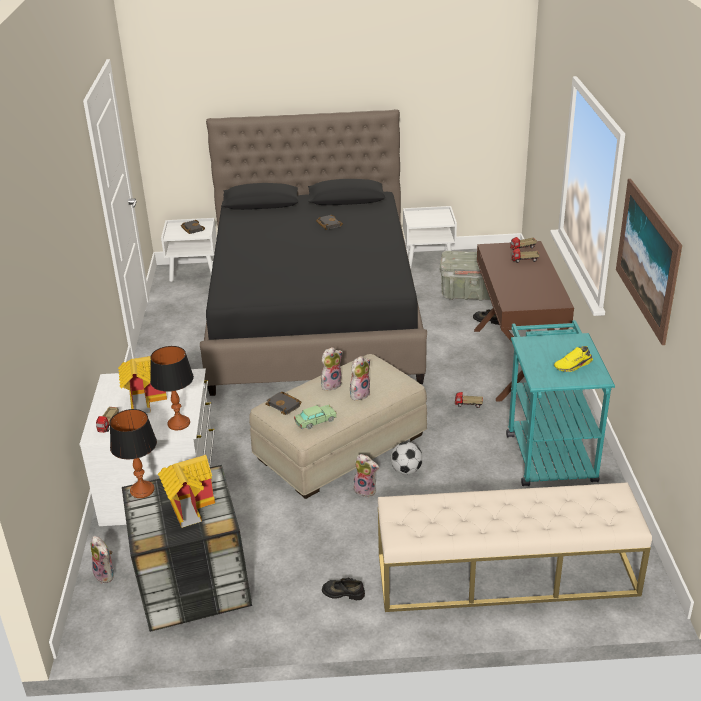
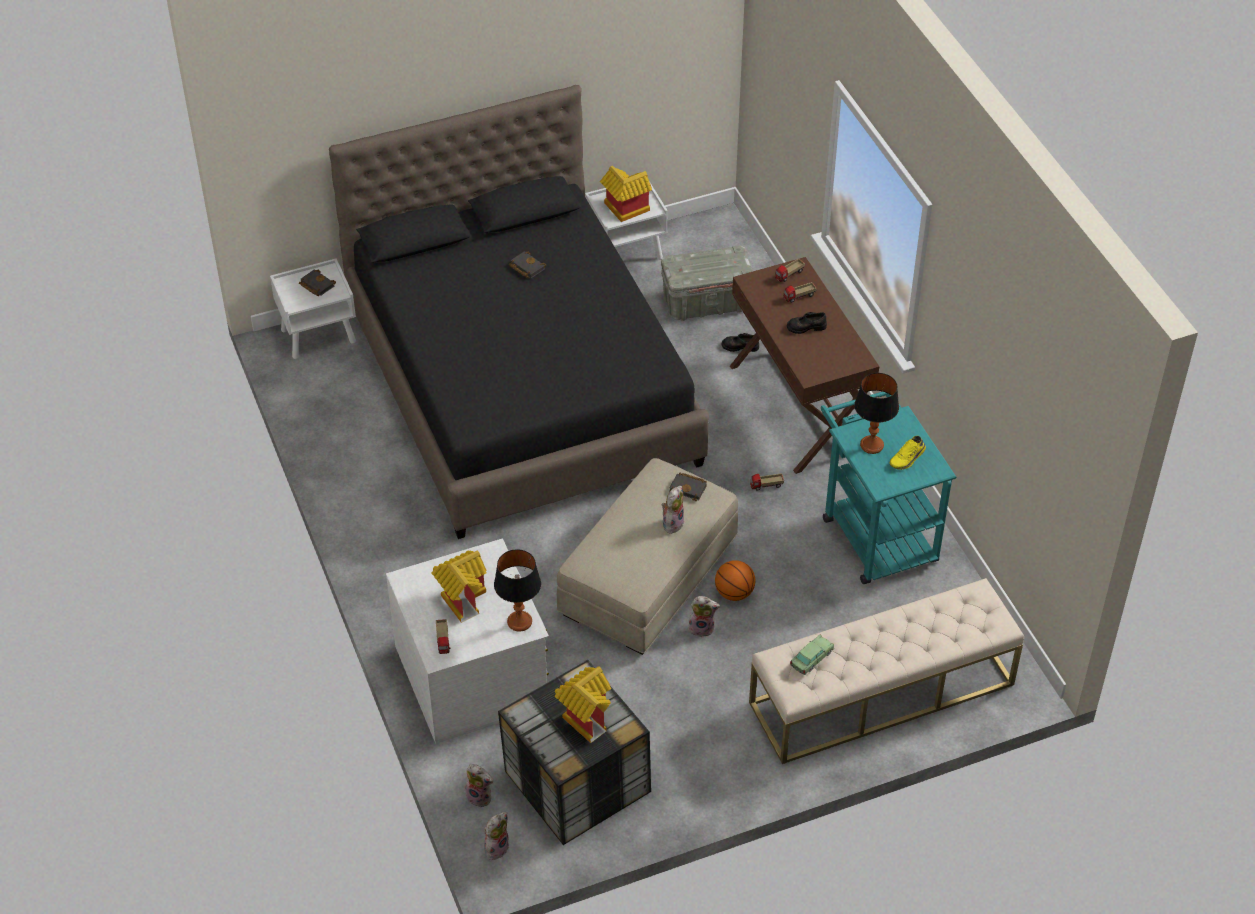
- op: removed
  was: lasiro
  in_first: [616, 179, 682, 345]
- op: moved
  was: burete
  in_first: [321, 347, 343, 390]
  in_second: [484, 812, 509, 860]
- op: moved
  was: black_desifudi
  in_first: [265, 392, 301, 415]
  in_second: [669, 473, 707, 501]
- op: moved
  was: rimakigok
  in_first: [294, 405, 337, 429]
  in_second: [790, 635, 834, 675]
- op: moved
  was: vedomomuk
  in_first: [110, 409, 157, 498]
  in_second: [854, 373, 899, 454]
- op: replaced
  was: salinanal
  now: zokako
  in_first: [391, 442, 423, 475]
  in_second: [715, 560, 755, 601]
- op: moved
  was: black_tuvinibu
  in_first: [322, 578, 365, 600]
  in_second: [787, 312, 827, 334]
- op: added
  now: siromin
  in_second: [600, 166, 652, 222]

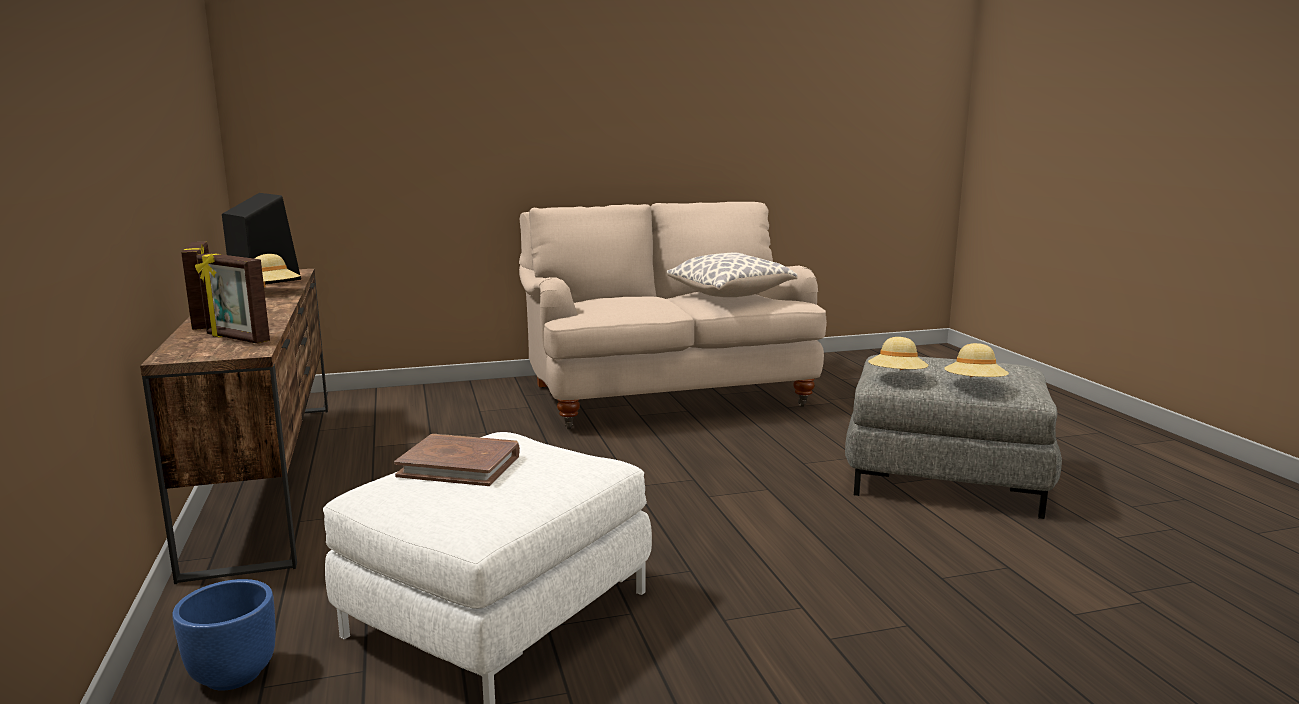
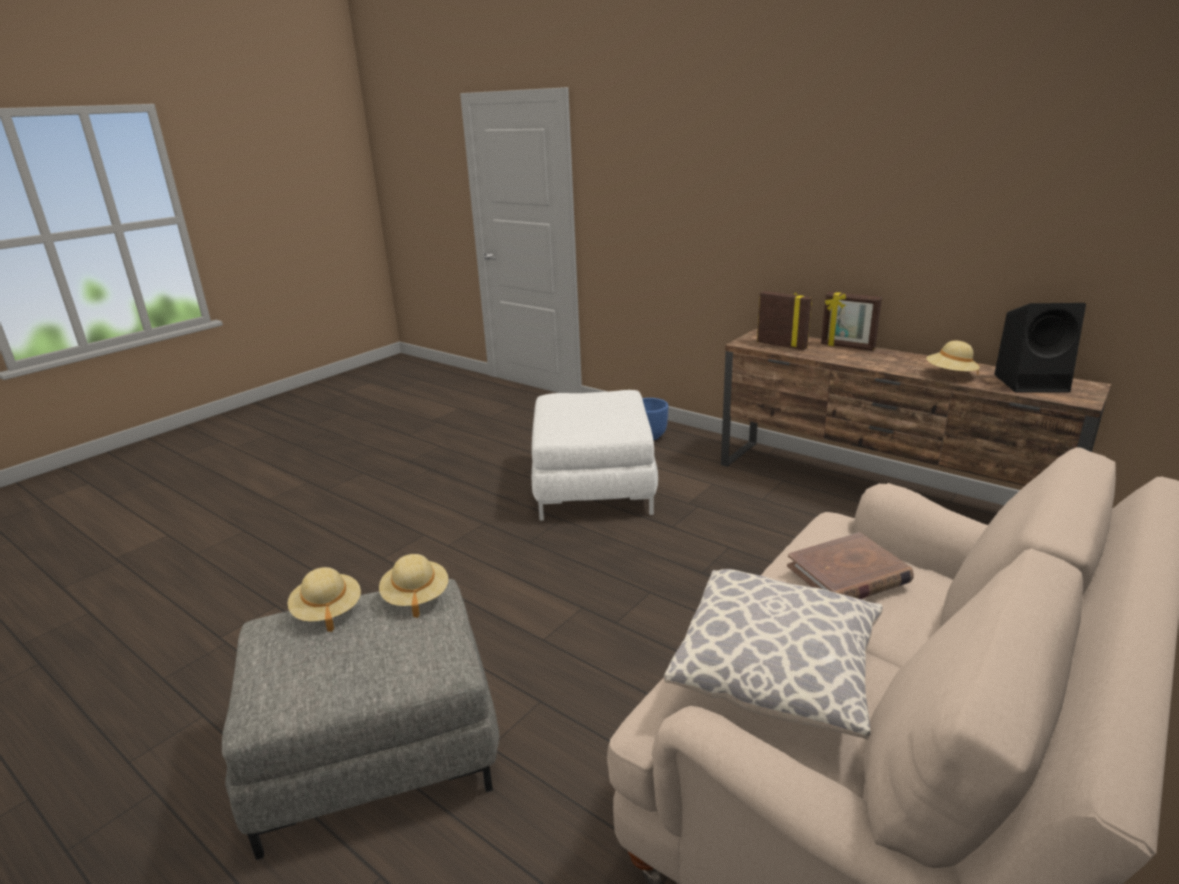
- op: turned
  was: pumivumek
  in_first: [195, 253, 270, 344]
  in_second: [757, 291, 812, 350]
  clockwise: 45
- op: moved
  was: brown_desifudi
  in_first: [394, 434, 520, 486]
  in_second: [787, 532, 914, 599]

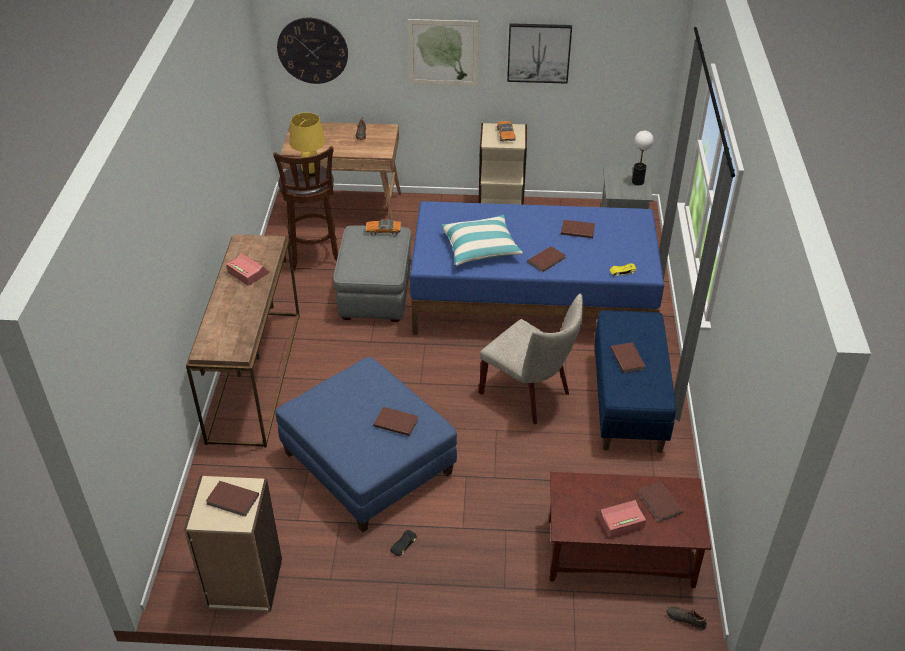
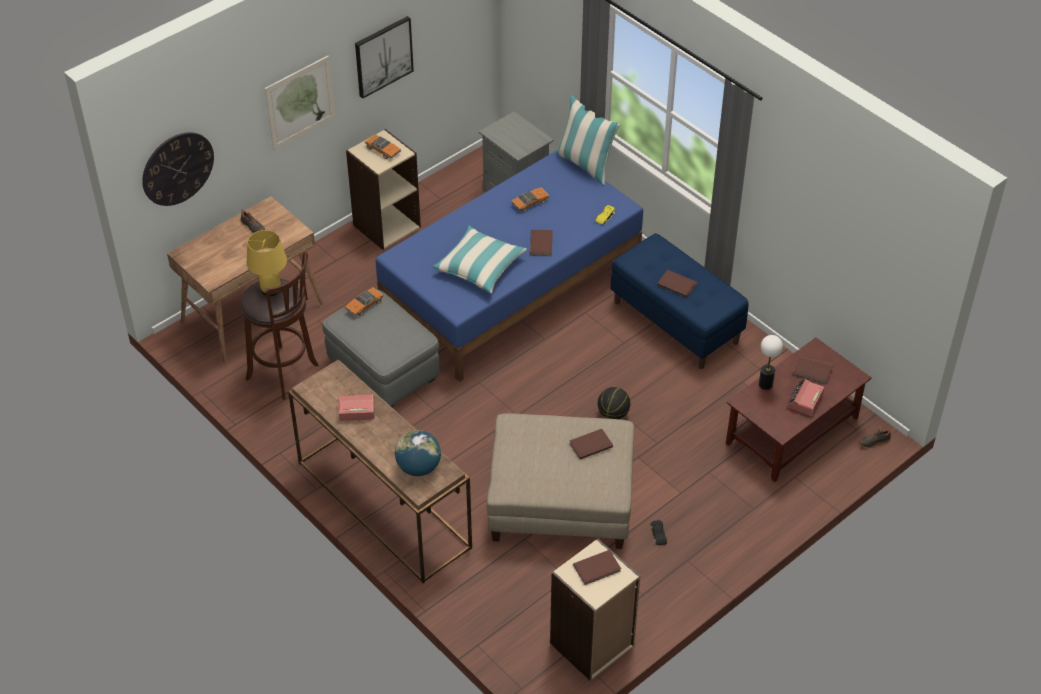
- op: moved
  was: vedomomuk
  in_first: [632, 131, 654, 185]
  in_second: [759, 335, 783, 390]
- op: replaced
  was: brown_desifudi
  now: rimakigok
  in_first: [561, 220, 595, 238]
  in_second: [511, 188, 549, 212]
- op: removed
  was: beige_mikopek
  in_first: [479, 294, 583, 424]
- op: recoloured
  was: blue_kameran
  now: beige_kameran
  in_first: [275, 357, 457, 533]
  in_second: [487, 413, 634, 549]
- op: added
  now: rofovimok
  in_second: [556, 95, 620, 185]
- op: added
  now: zokako
  in_second: [598, 387, 630, 419]
- op: added
  now: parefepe
  in_second: [395, 430, 441, 476]

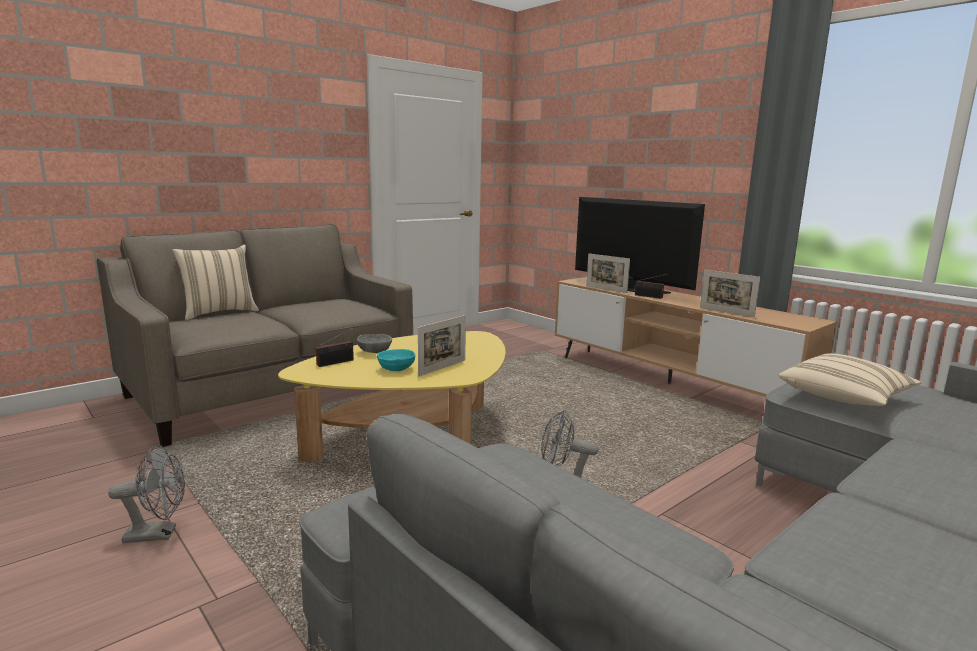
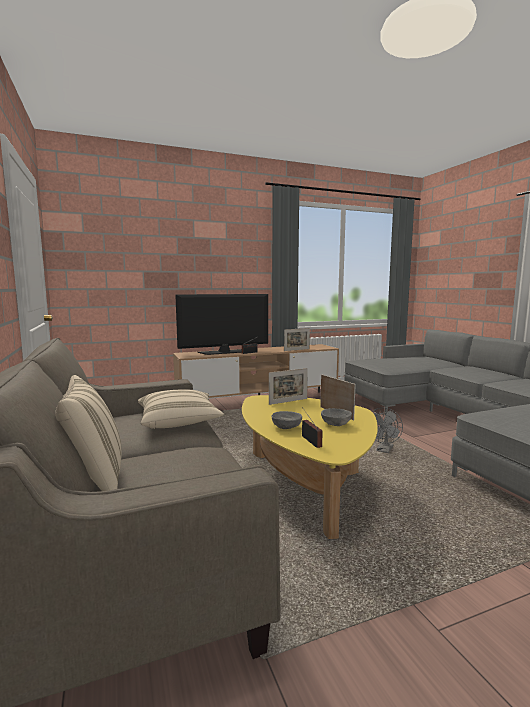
- op: moved
  was: pumivumek
  in_first: [586, 253, 630, 293]
  in_second: [269, 368, 308, 405]
- op: recoloured
  was: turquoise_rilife
  now: grey_rilife
  in_first: [377, 349, 415, 371]
  in_second: [321, 408, 352, 426]
- op: moved
  was: beige_rofovimok
  in_first: [779, 353, 921, 406]
  in_second: [138, 389, 224, 429]
- op: removed
  was: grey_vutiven
  in_first: [108, 445, 185, 543]

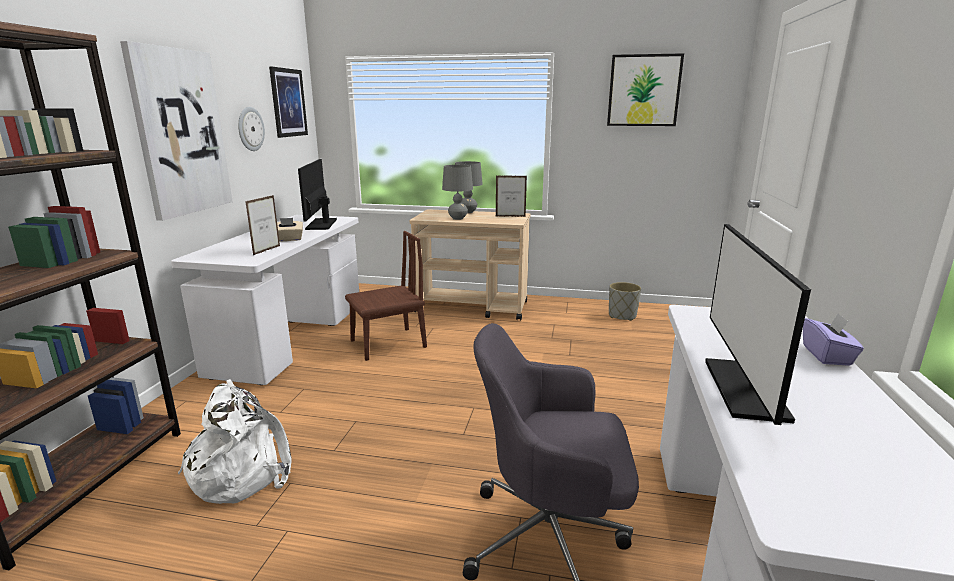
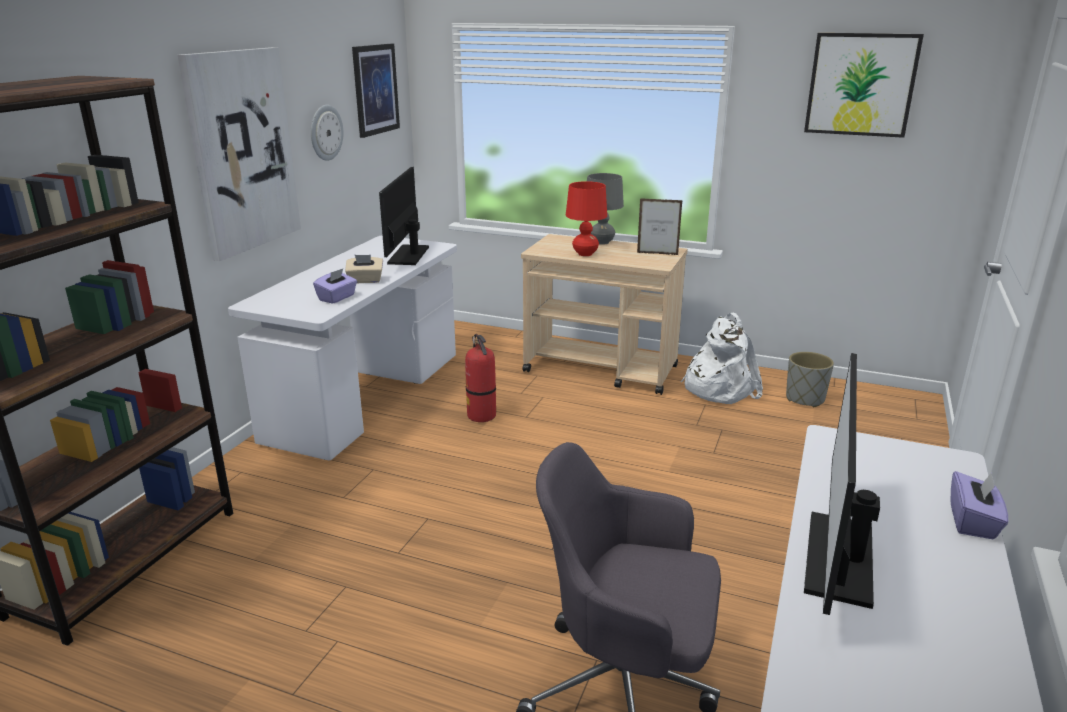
- op: recoloured
  was: grey_vedomomuk
  now: red_vedomomuk
  in_first: [442, 165, 473, 220]
  in_second: [566, 181, 607, 256]
- op: replaced
  was: pumivumek
  now: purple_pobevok
  in_first: [245, 195, 280, 255]
  in_second: [313, 269, 357, 304]
- op: replaced
  was: brown_mikopek
  now: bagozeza
  in_first: [345, 231, 427, 361]
  in_second: [465, 334, 496, 422]
- op: moved
  was: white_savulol
  in_first: [178, 379, 292, 504]
  in_second: [680, 313, 763, 404]

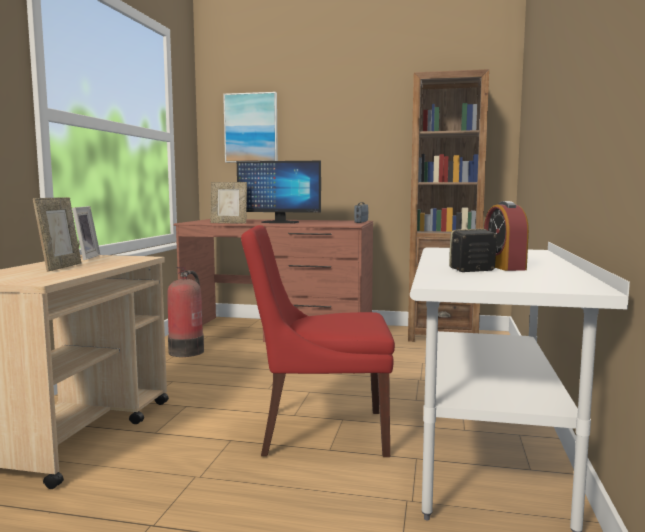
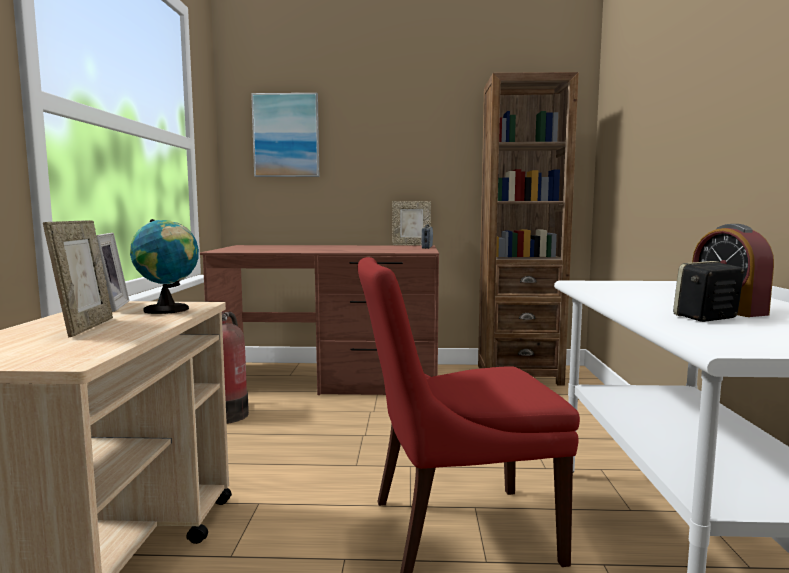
- op: removed
  was: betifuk
  in_first: [237, 161, 321, 223]
- op: moved
  was: pumivumek
  in_first: [210, 182, 247, 224]
  in_second: [392, 201, 431, 245]
- op: added
  now: parefepe
  in_second: [130, 219, 199, 314]

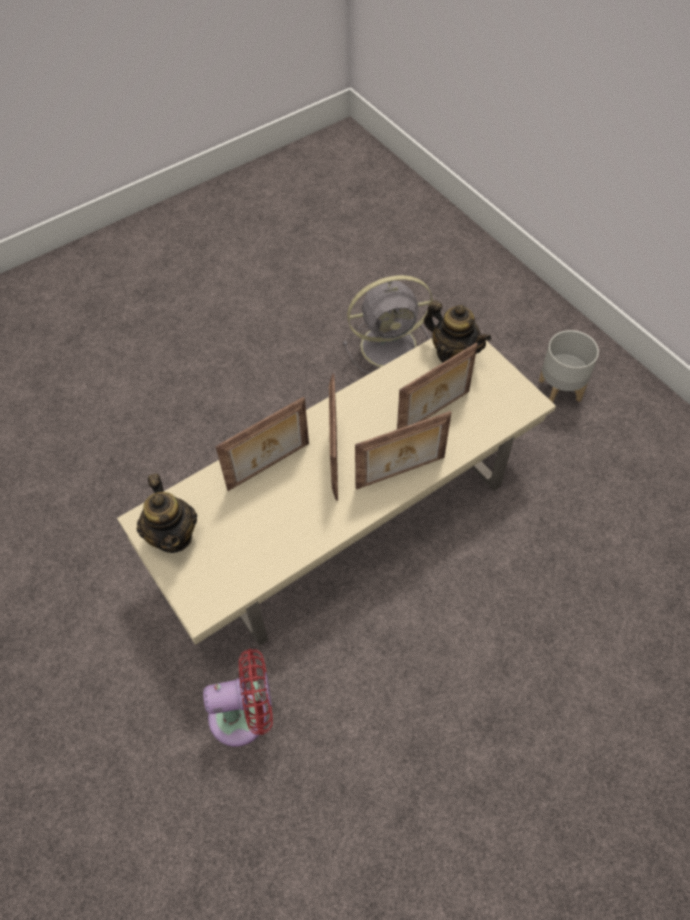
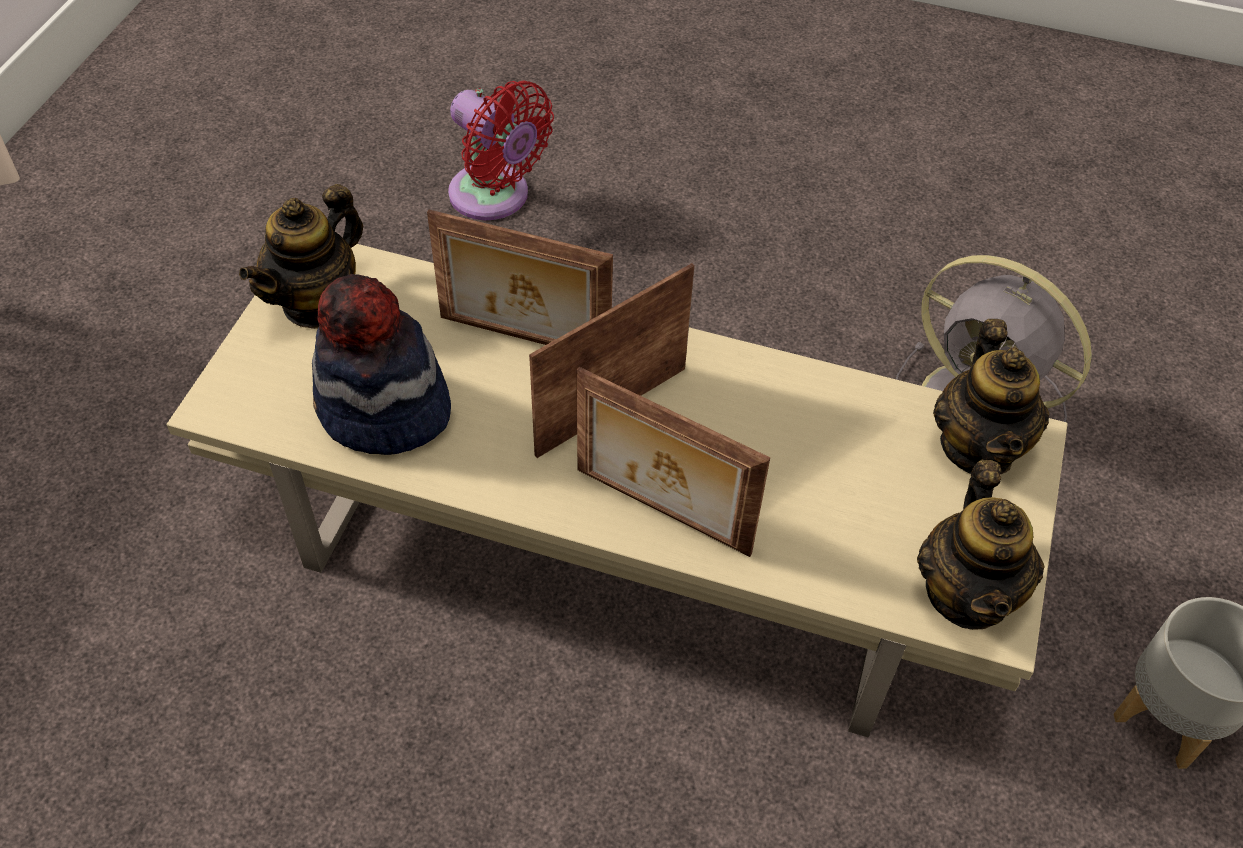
- op: removed
  was: pumivumek
  in_first: [397, 343, 478, 429]
- op: moved
  was: red_vutiven
  in_first: [203, 649, 273, 747]
  in_second: [448, 80, 554, 220]
- op: added
  now: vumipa
  in_second: [312, 274, 451, 455]
- op: added
  now: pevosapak
  in_second: [917, 459, 1044, 630]

